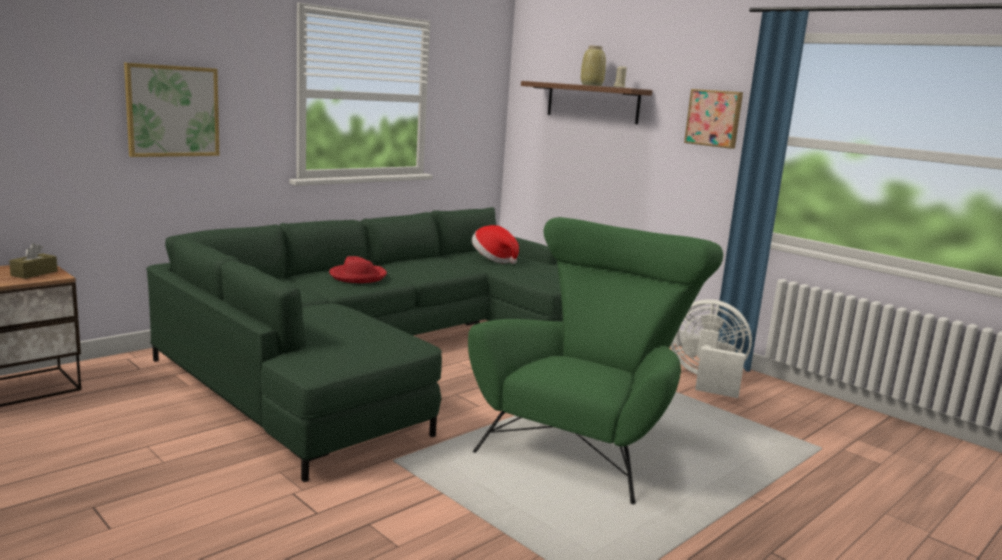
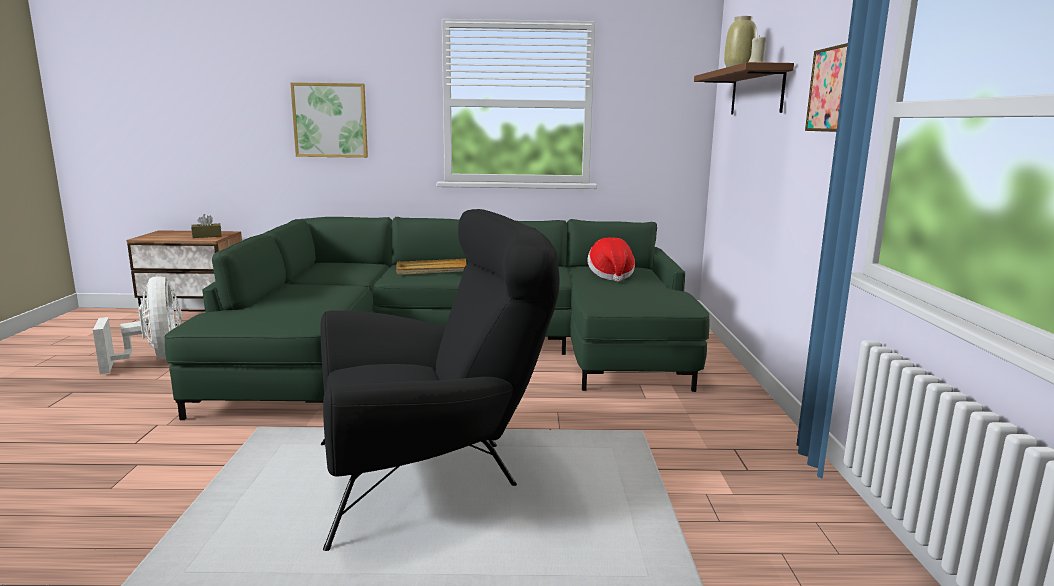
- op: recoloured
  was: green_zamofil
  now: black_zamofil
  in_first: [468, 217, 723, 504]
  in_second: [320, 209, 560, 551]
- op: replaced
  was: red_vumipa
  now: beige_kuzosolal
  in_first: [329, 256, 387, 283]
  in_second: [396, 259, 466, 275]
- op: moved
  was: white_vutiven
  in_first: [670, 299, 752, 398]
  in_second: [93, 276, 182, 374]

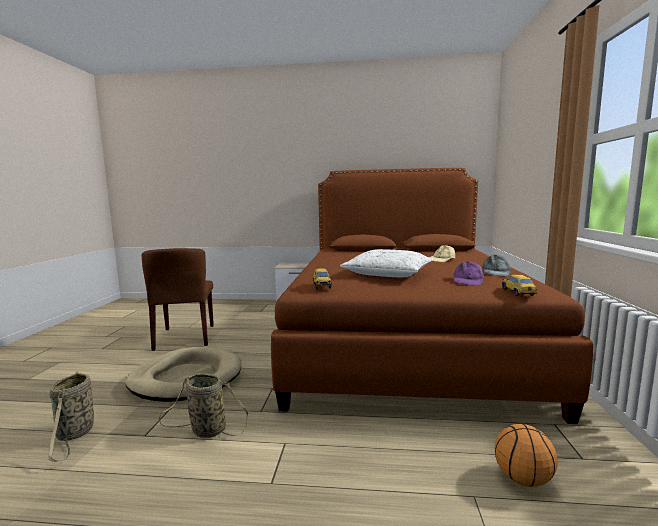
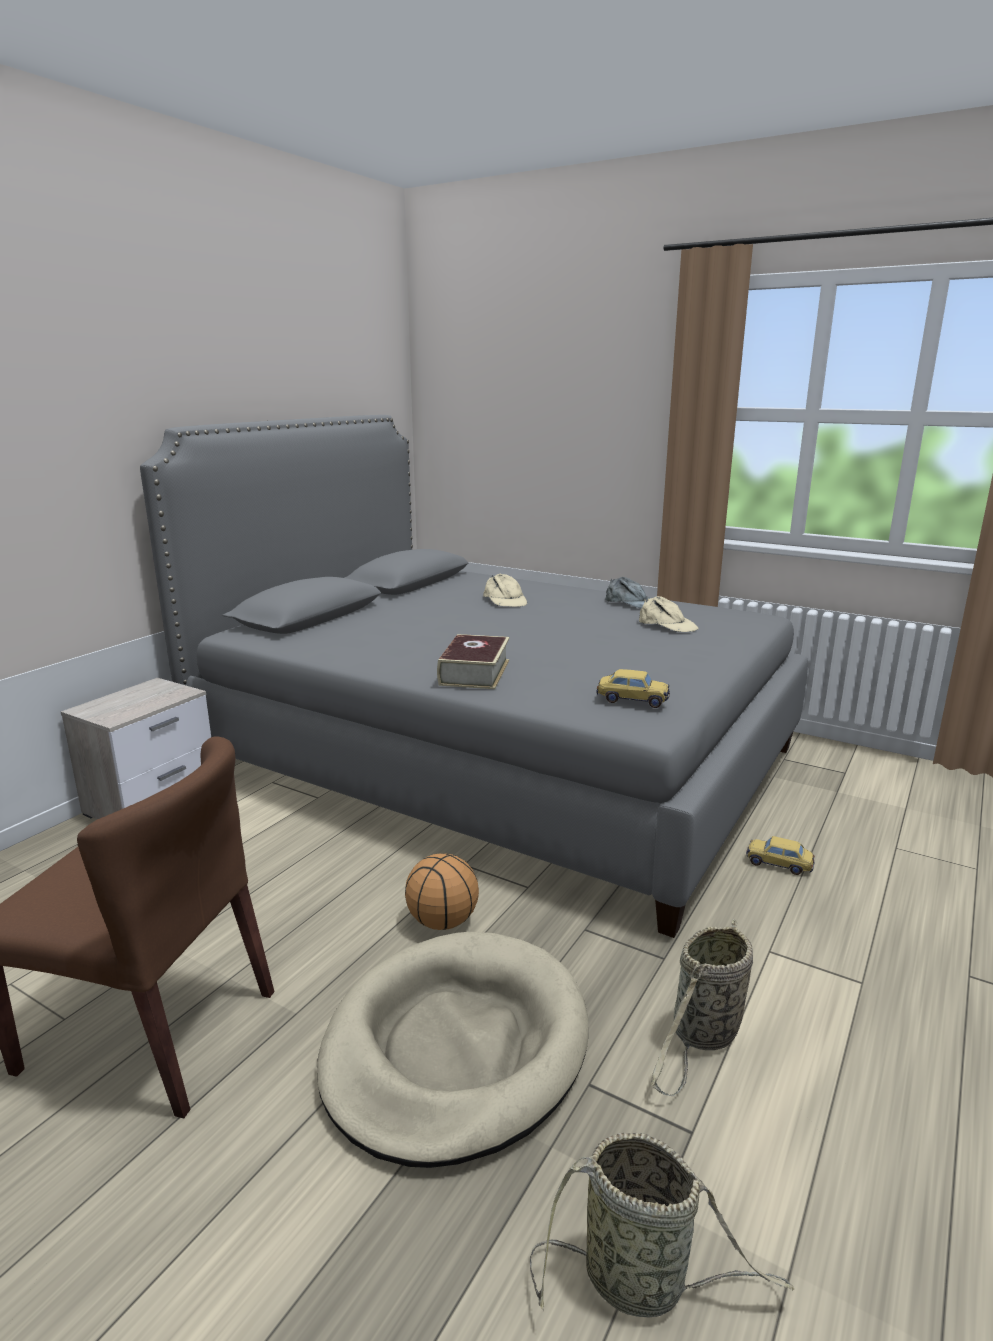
- op: recoloured
  was: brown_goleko
  now: grey_goleko
  in_first: [271, 168, 593, 424]
  in_second: [140, 415, 808, 938]
- op: removed
  was: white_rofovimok
  in_first: [340, 249, 433, 277]
- op: recoloured
  was: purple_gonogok
  now: beige_gonogok
  in_first: [453, 261, 484, 286]
  in_second: [639, 596, 699, 632]
- op: moved
  was: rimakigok
  in_first: [502, 275, 537, 296]
  in_second: [746, 836, 815, 875]
- op: moved
  was: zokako
  in_first: [494, 424, 558, 487]
  in_second: [405, 853, 479, 930]
- op: added
  now: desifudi
  in_second: [437, 634, 509, 689]

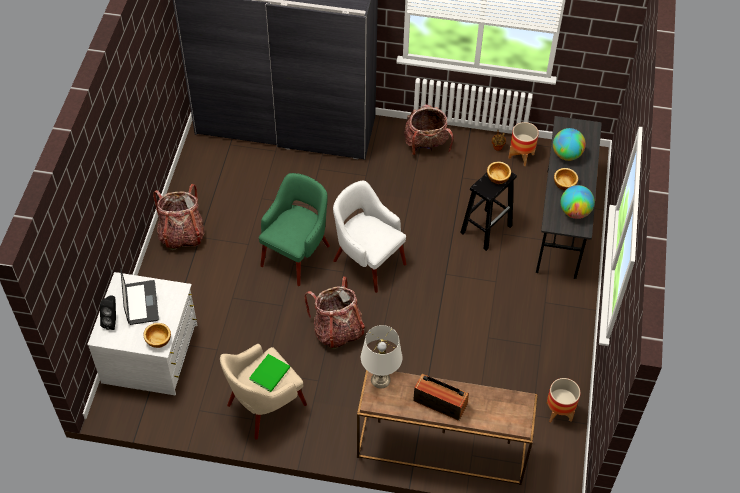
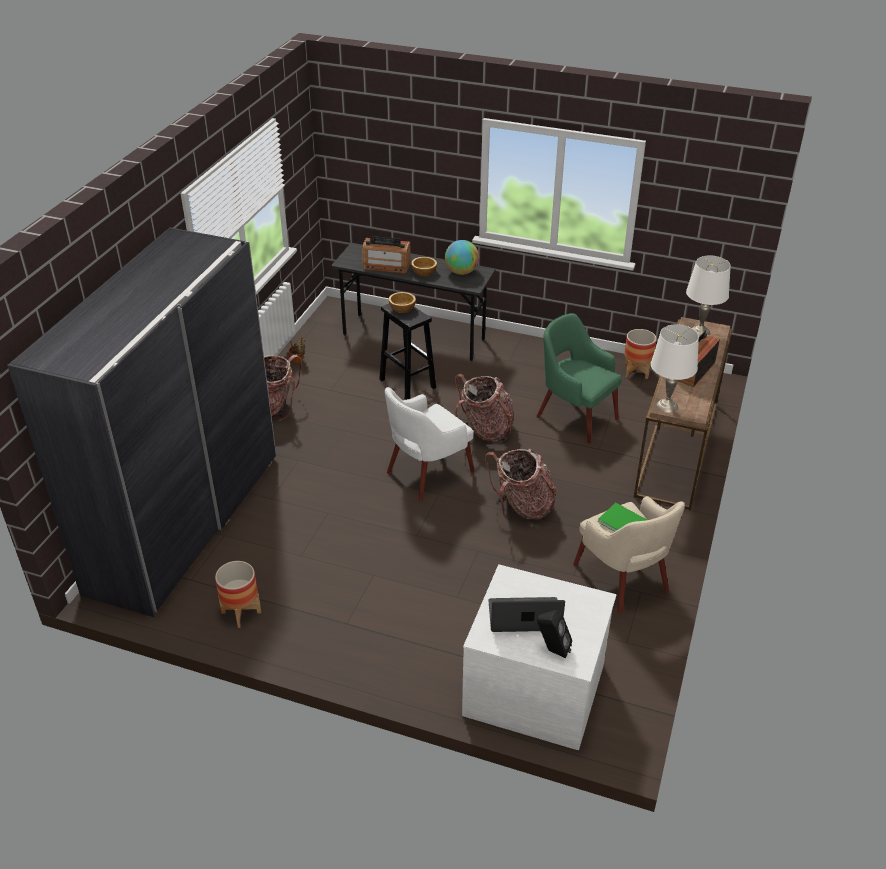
- op: moved
  was: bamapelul
  in_first: [508, 122, 539, 166]
  in_second: [215, 561, 261, 628]
- op: replaced
  was: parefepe
  now: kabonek
  in_first: [553, 128, 586, 161]
  in_second: [362, 236, 411, 274]
- op: moved
  was: green_zamofil
  in_first: [259, 173, 330, 286]
  in_second: [536, 313, 622, 444]
- op: moved
  was: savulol
  in_first: [153, 184, 204, 250]
  in_second: [455, 374, 514, 443]
- op: removed
  was: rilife
  in_first: [144, 323, 171, 348]
- op: added
  now: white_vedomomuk
  in_second: [686, 255, 731, 336]

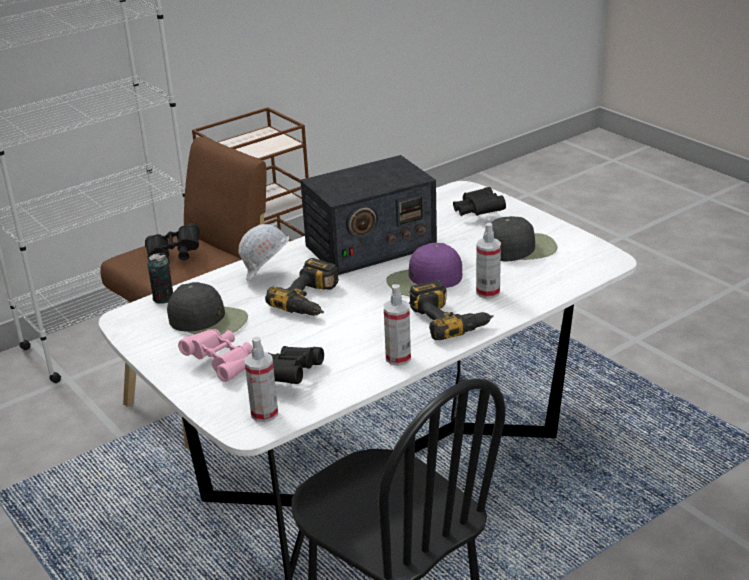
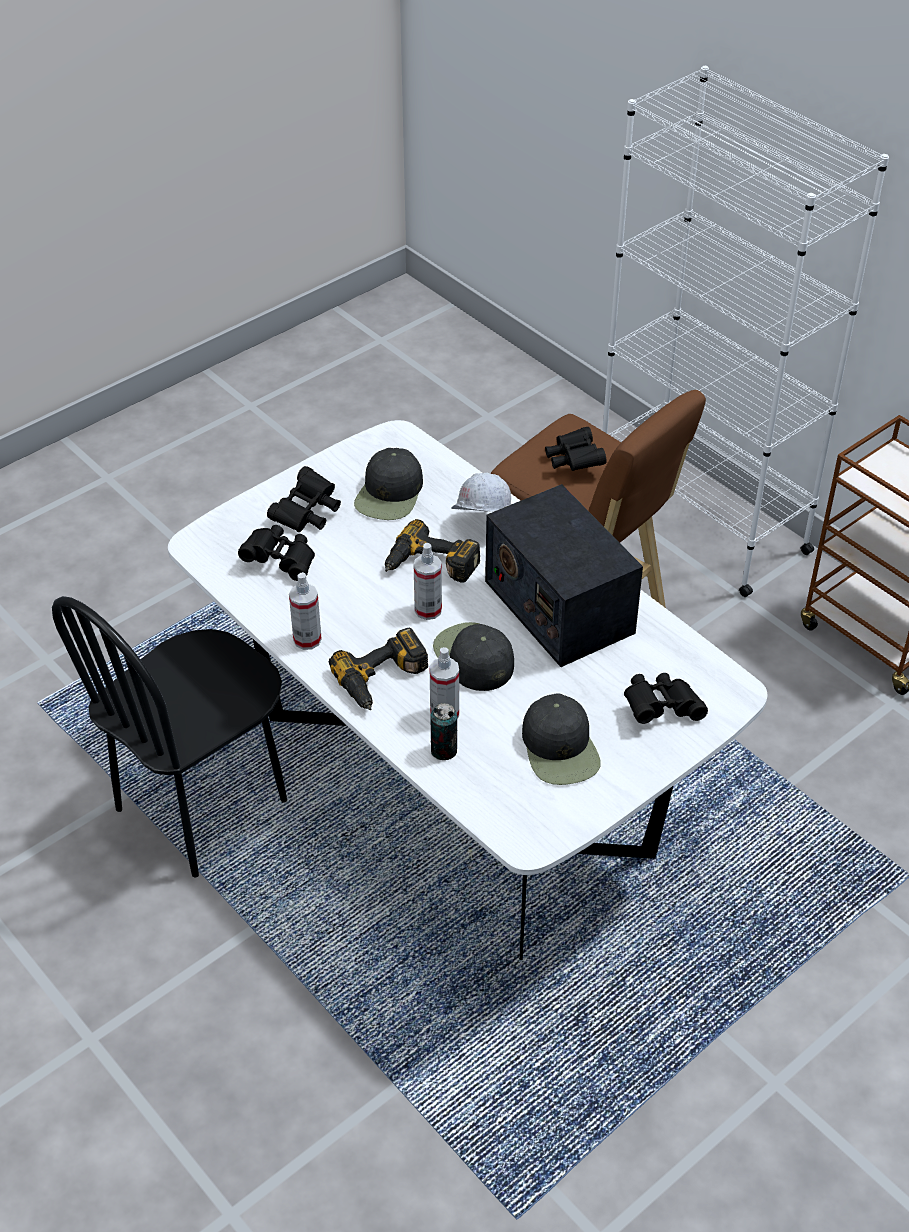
- op: recoloured
  was: purple_gonogok
  now: black_gonogok
  in_first: [386, 243, 462, 296]
  in_second: [433, 622, 514, 691]
- op: moved
  was: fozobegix
  in_first: [147, 253, 173, 304]
  in_second: [431, 703, 457, 760]
- op: recoloured
  was: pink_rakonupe
  now: black_rakonupe
  in_first: [178, 329, 252, 382]
  in_second: [267, 466, 341, 532]
- op: moved
  was: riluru
  in_first: [245, 336, 278, 422]
  in_second: [414, 543, 442, 620]

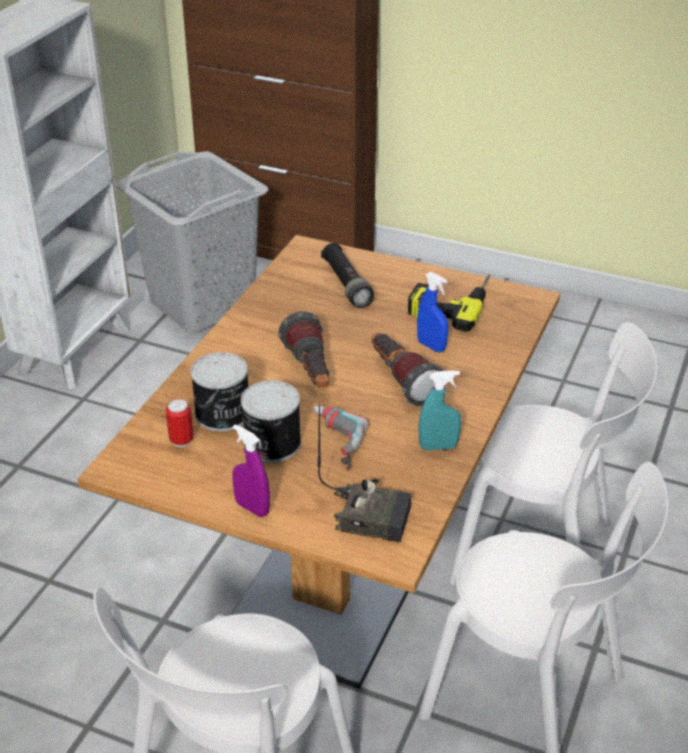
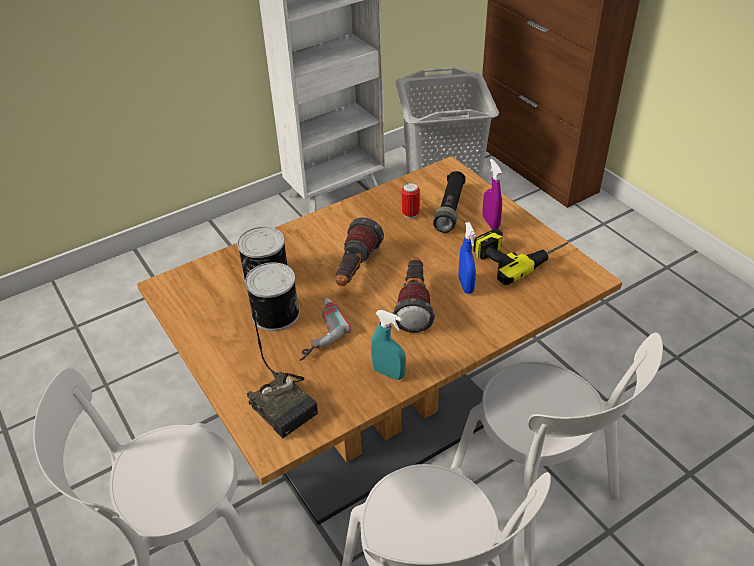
- op: moved
  was: fozobegix
  in_first: [166, 399, 194, 447]
  in_second: [402, 183, 420, 218]
- op: moved
  was: purple_riluru
  in_first: [232, 425, 270, 517]
  in_second: [482, 159, 502, 230]

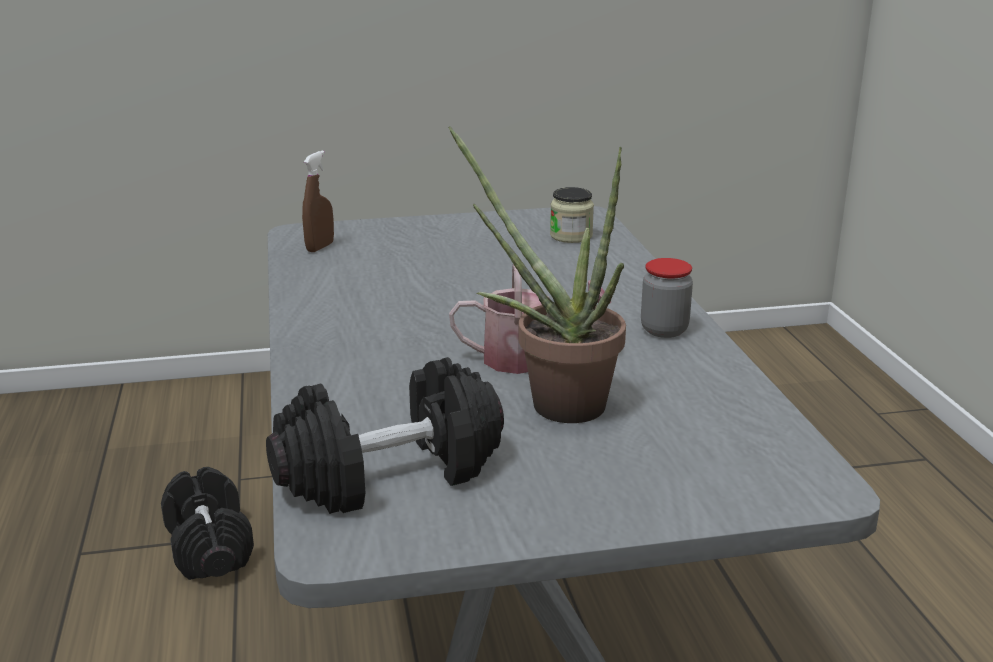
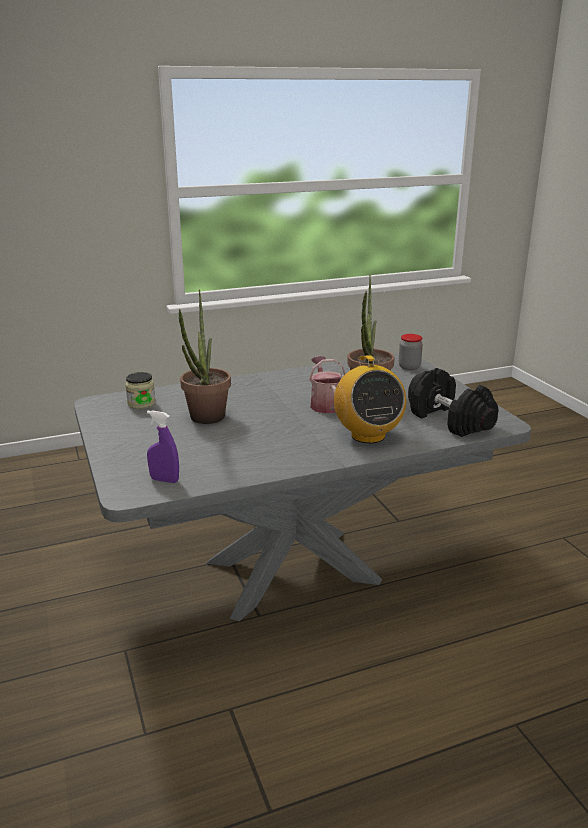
- op: recoloured
  was: brown_riluru
  now: purple_riluru
  in_first: [302, 151, 334, 252]
  in_second: [147, 410, 179, 483]
- op: moved
  was: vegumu
  in_first: [641, 258, 693, 338]
  in_second: [399, 334, 423, 370]
- op: removed
  was: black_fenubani
  in_first: [161, 467, 254, 580]
- op: added
  now: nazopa
  in_second: [179, 289, 231, 424]
- op: added
  now: kabonek
  in_second: [334, 355, 406, 444]

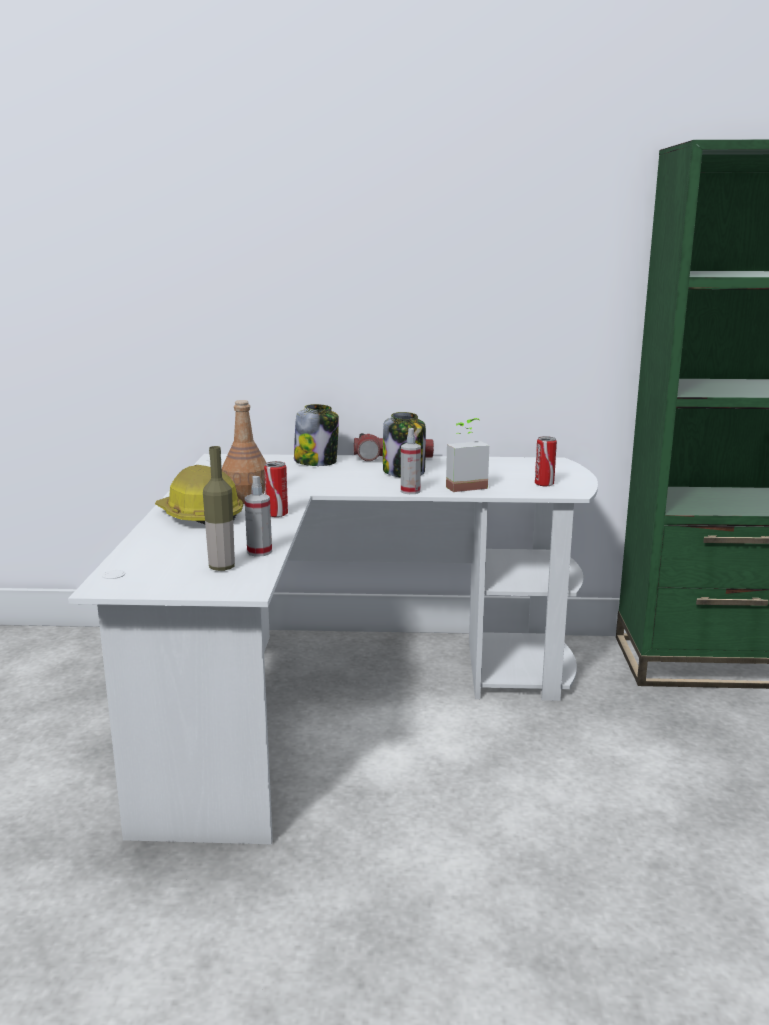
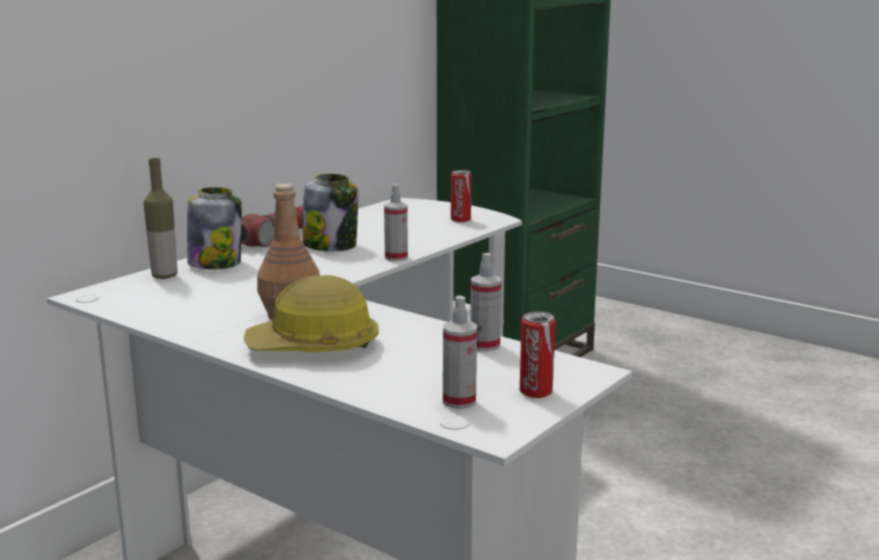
- op: removed
  was: nazopa
  in_first: [446, 418, 489, 492]
- op: moved
  was: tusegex
  in_first: [203, 446, 235, 571]
  in_second: [143, 158, 177, 279]
- op: moved
  was: fozobegix
  in_first: [264, 461, 288, 517]
  in_second: [520, 311, 555, 398]
- op: added
  now: riluru
  in_second: [443, 296, 477, 409]

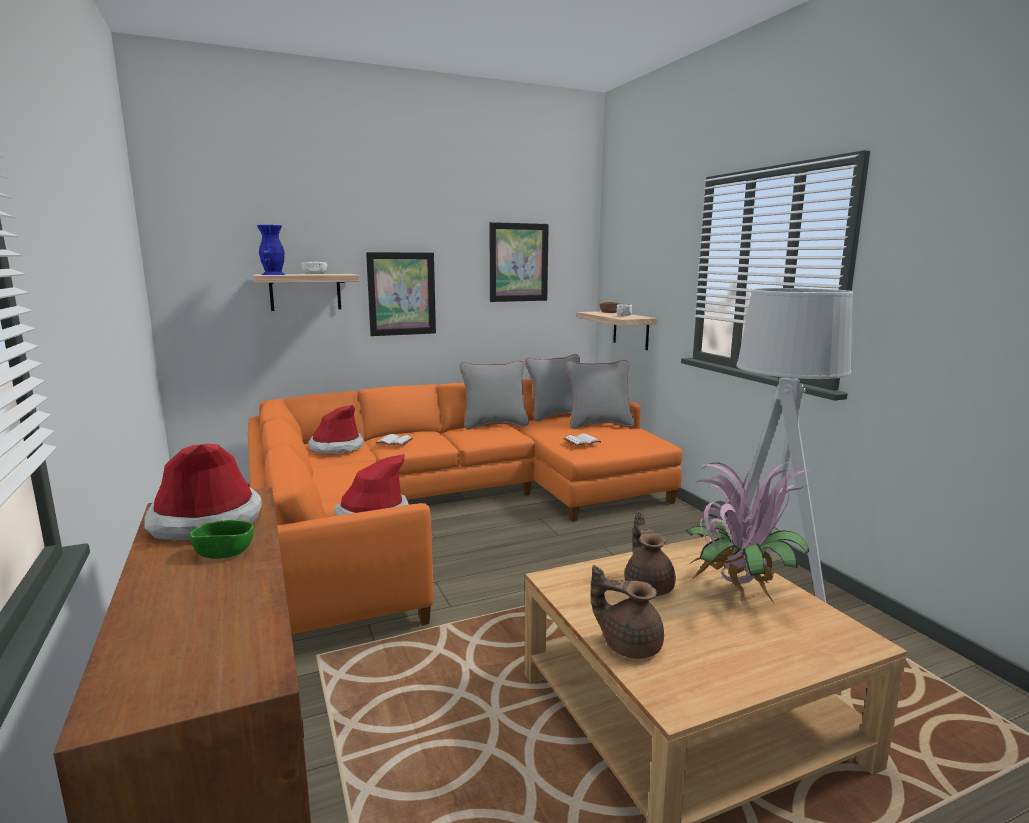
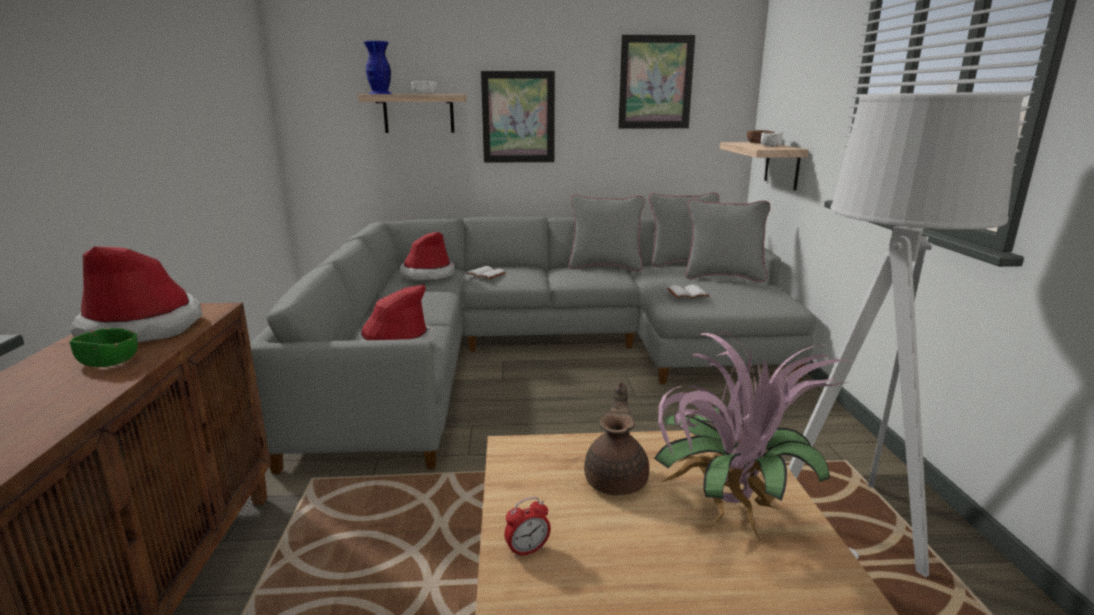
- op: recoloured
  was: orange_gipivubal
  now: grey_gipivubal
  in_first: [248, 379, 683, 634]
  in_second: [250, 217, 816, 474]
- op: replaced
  was: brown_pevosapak
  now: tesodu
  in_first: [591, 565, 664, 659]
  in_second: [504, 497, 551, 558]

